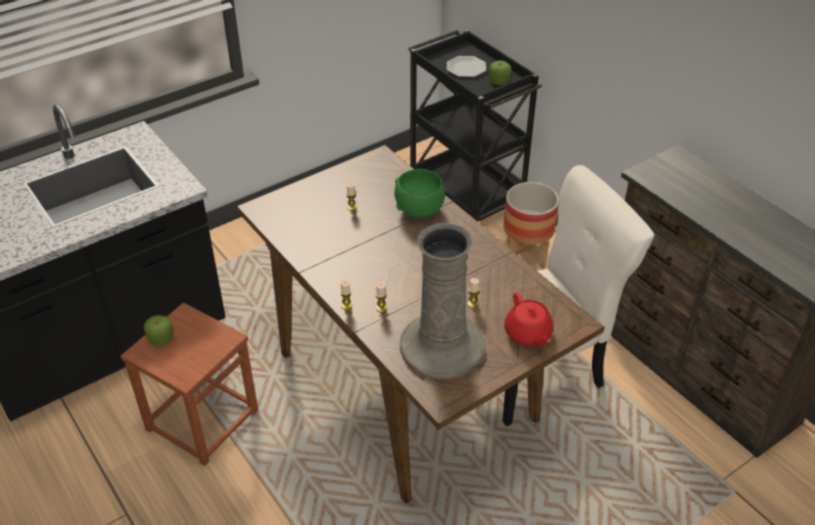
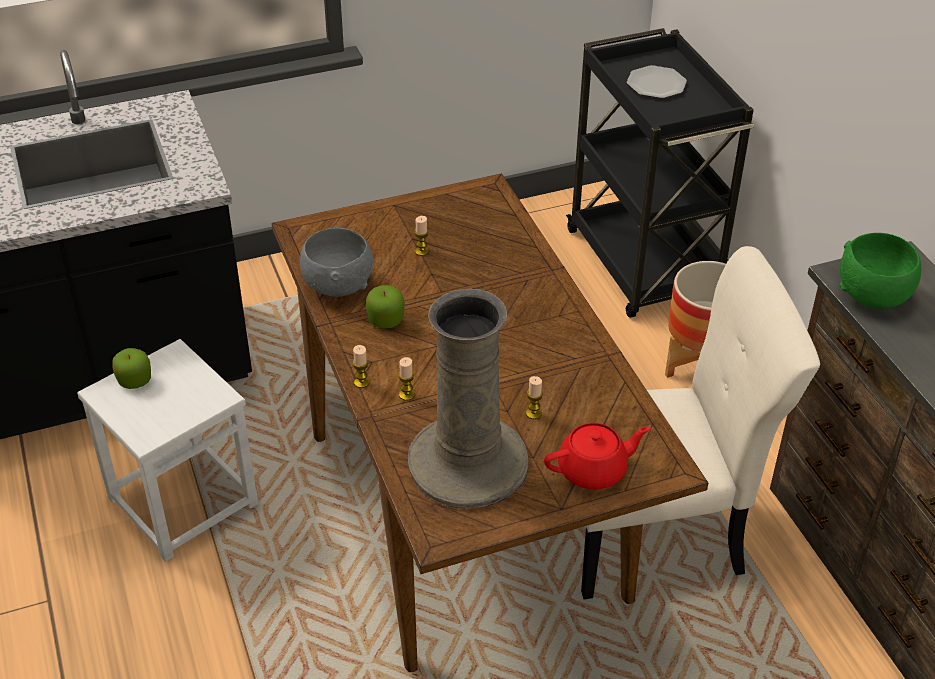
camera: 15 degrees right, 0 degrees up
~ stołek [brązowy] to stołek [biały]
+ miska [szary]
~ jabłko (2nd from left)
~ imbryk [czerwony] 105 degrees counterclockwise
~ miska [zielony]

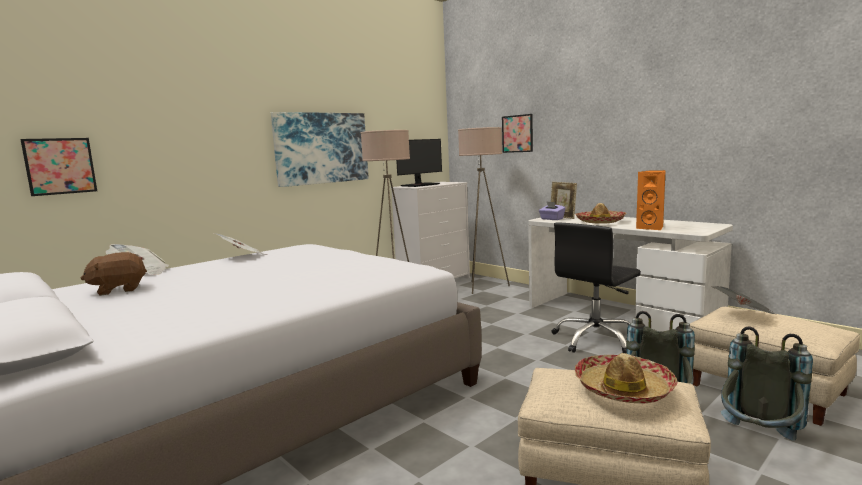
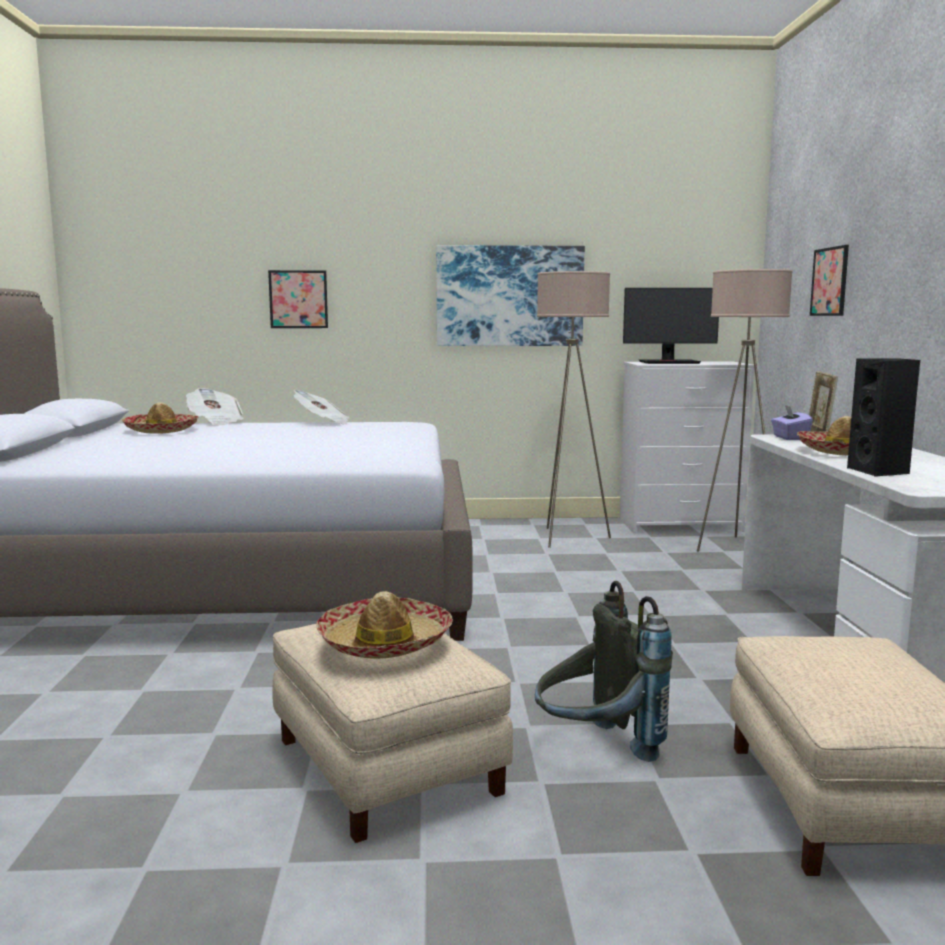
camera: 40 degrees right, 0 degrees up
~ pluszak [brązowy] to kapelusz (1st from left)
~ obraz (1st from left)
~ głośnik [pomarańczowy] to głośnik [czarny]
- krzesło biurowe [czarny]
- gazeta (3rd from left)
- plecak [szary] (2nd from left)

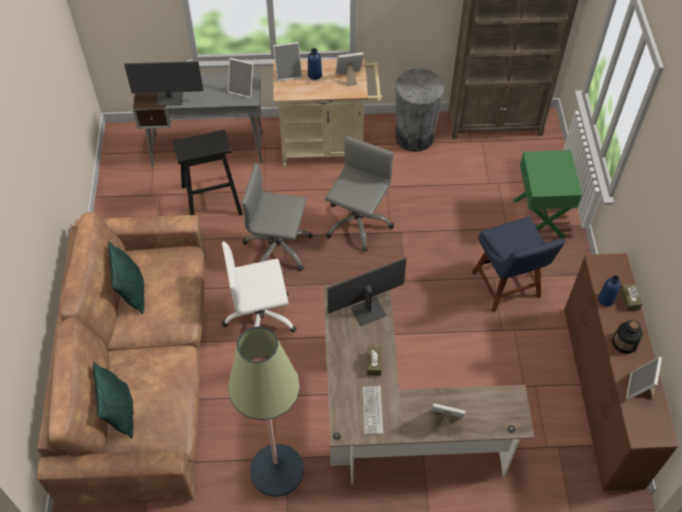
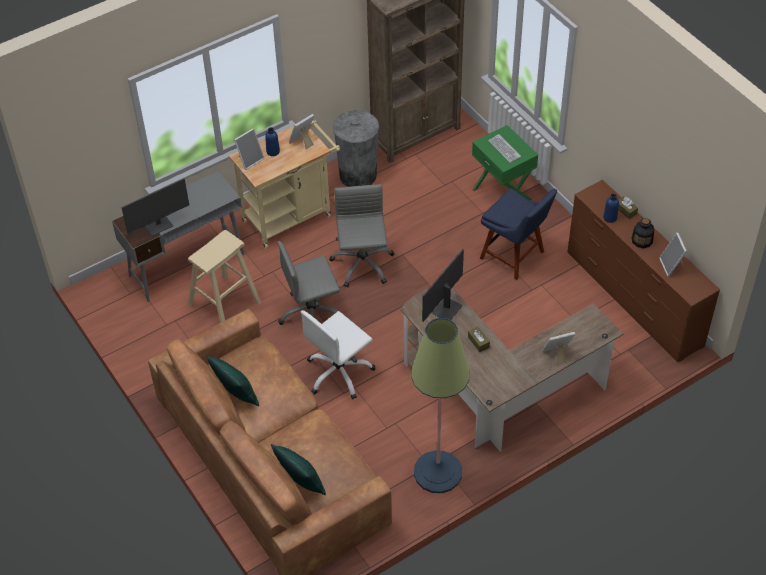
camera: 30 degrees left, 5 degrees down
~ stołek [czarny] to stołek [beżowy]
~ klawiatura
- ramka na zdjęcie (1st from left)

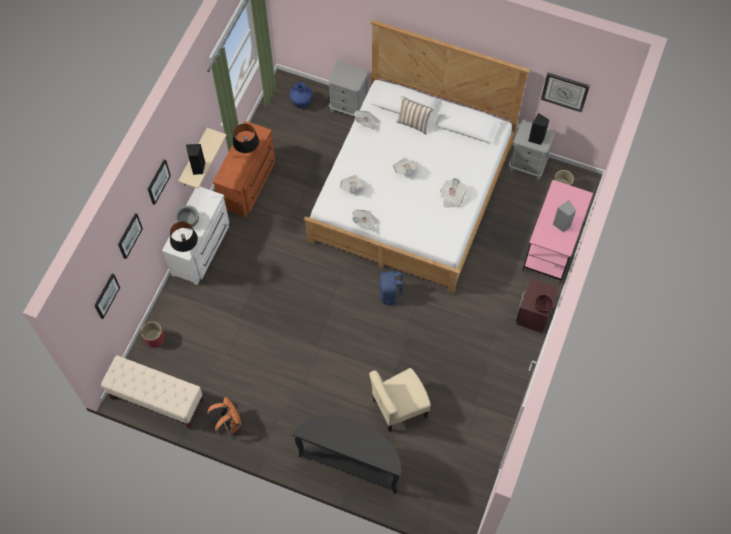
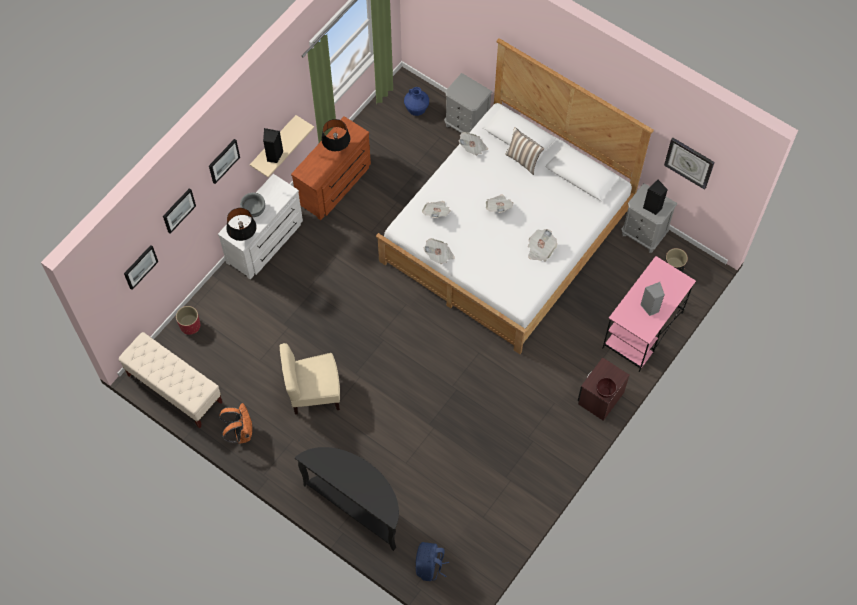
camera: 15 degrees right, 0 degrees up
~ krzesło [beżowy]
~ plecak [niebieski]

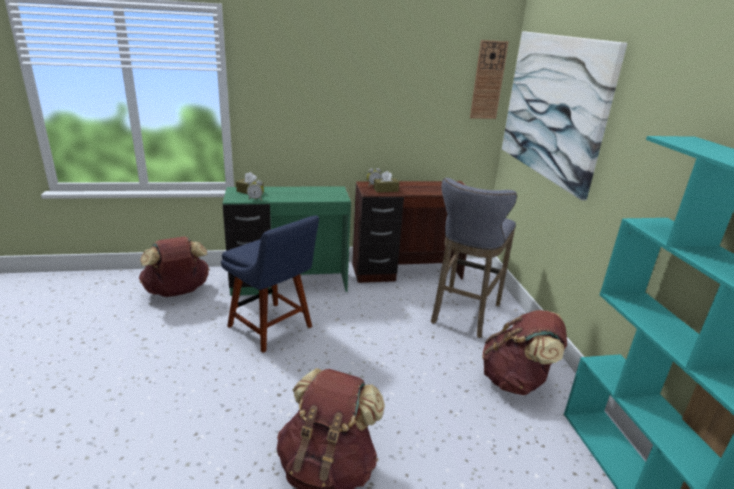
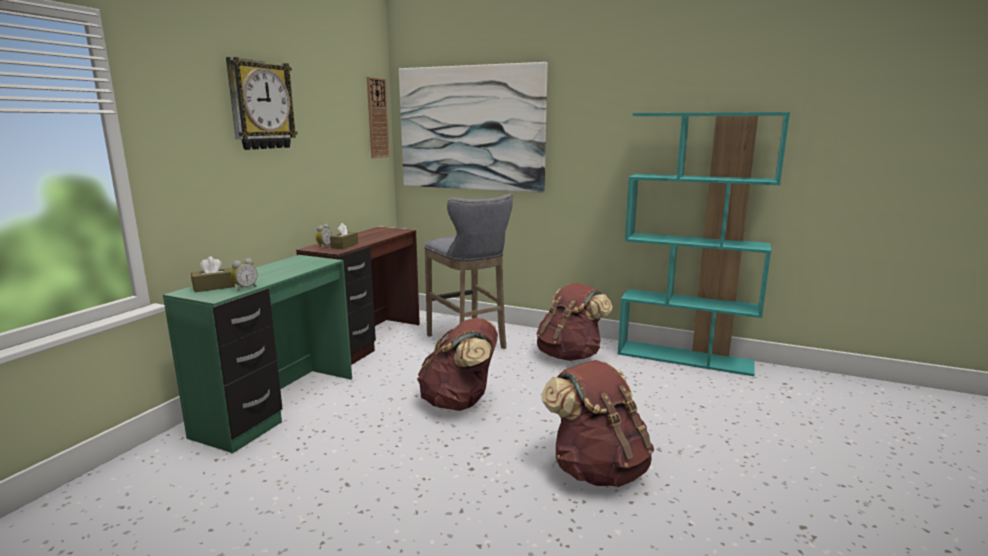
camera: 55 degrees left, 10 degrees down
+ zegar ścienny (1st from left)
~ plecak [brązowy] (1st from left)
- krzesło [niebieski]

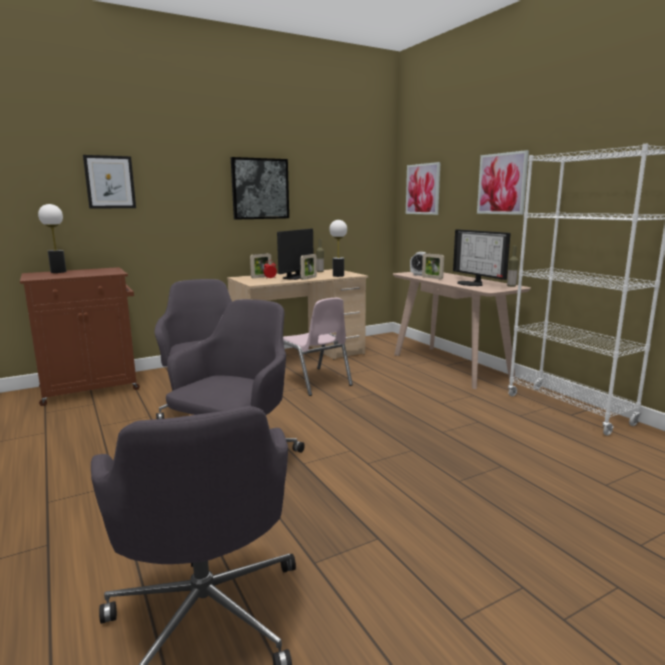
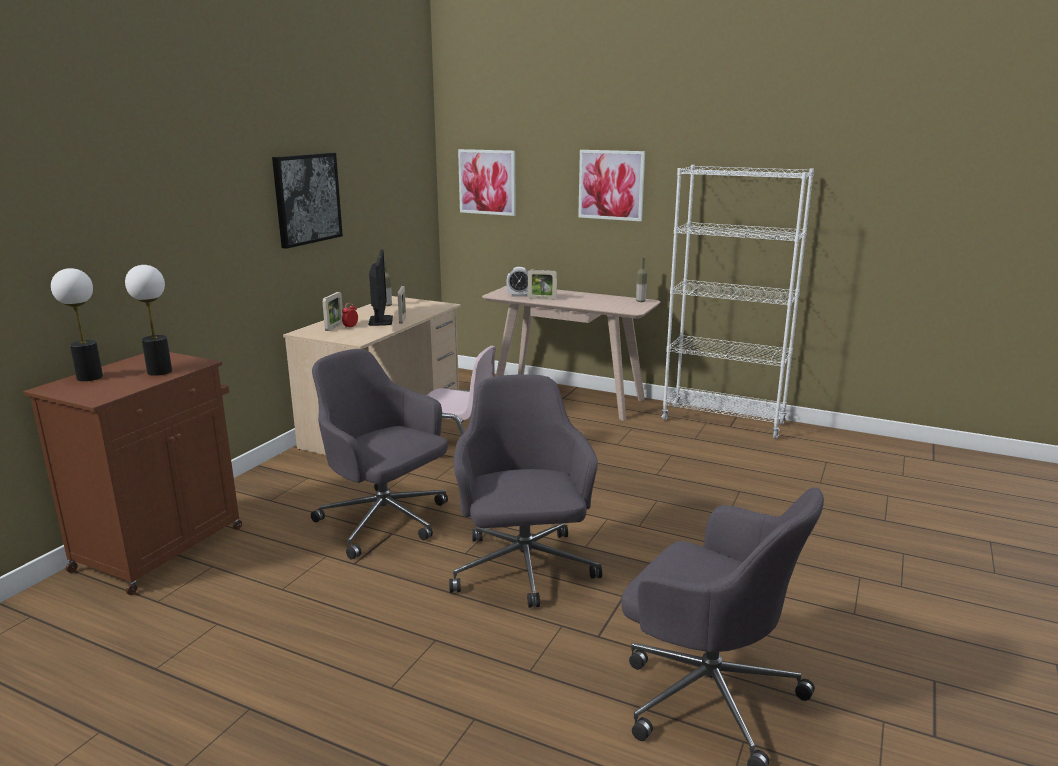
camera: 35 degrees left, 5 degrees up
~ lampa stołowa (2nd from left)
- obraz (1st from left)
- monitor (2nd from left)

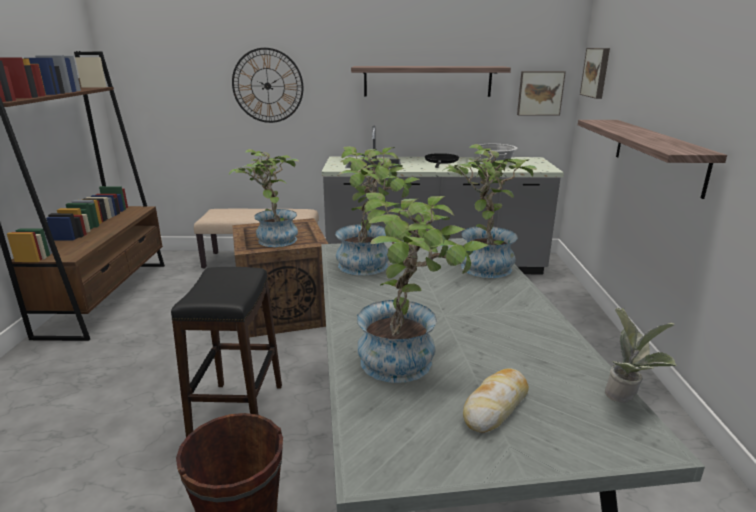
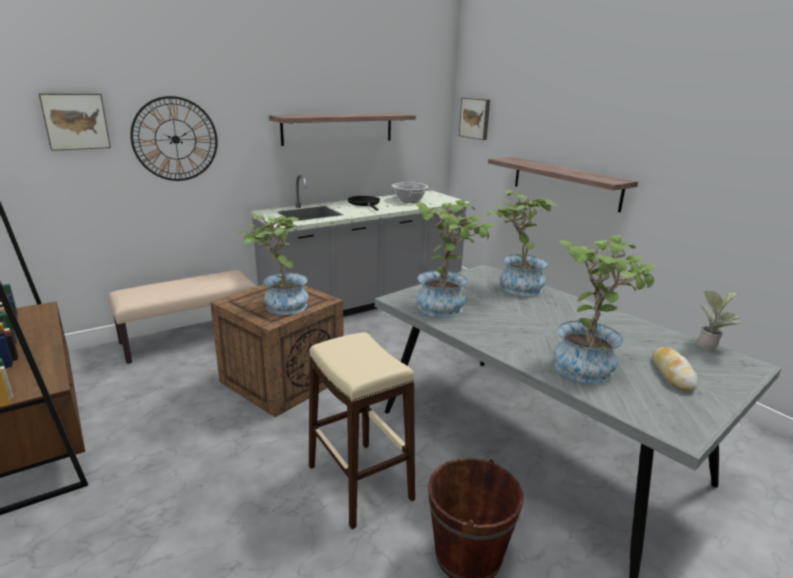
camera: 35 degrees left, 0 degrees up
~ obraz (1st from left)
~ stołek [czarny] to stołek [beżowy]

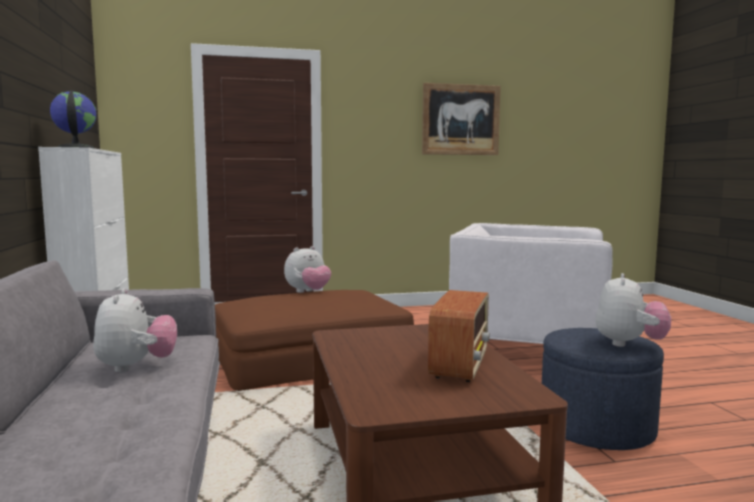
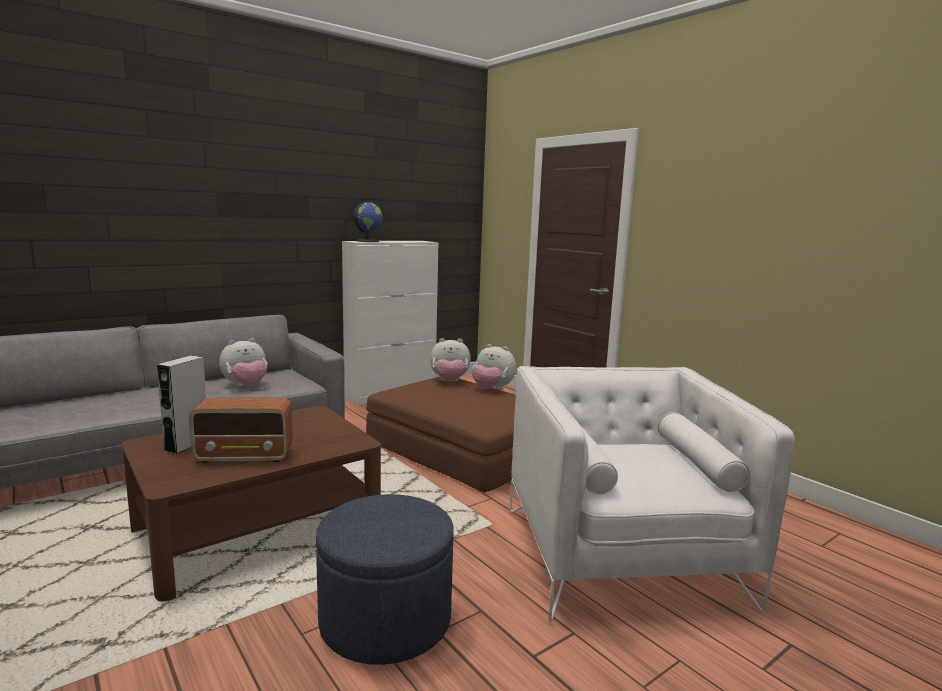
camera: 65 degrees right, 5 degrees up
+ głośnik [szary]
~ pluszak (3rd from left in the first image) to pluszak (2nd from left)
- obraz

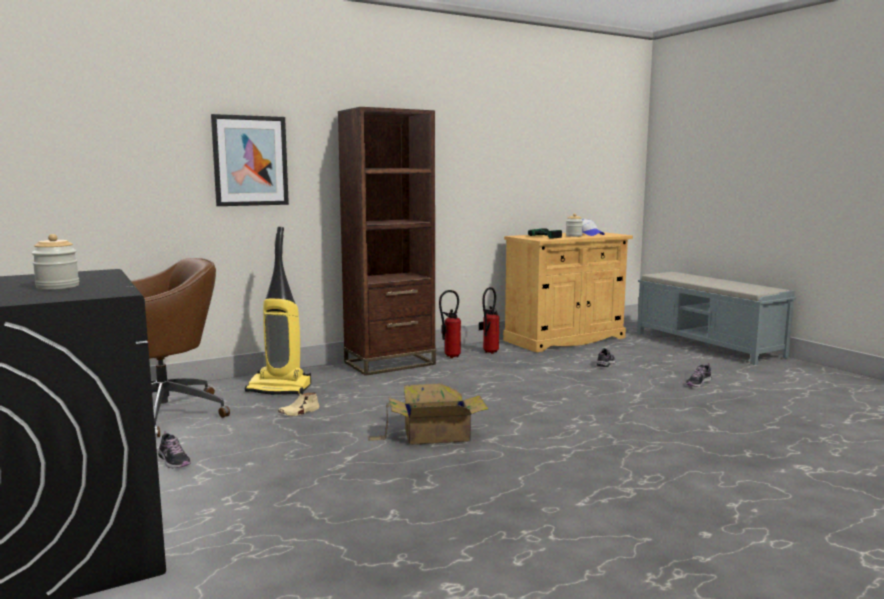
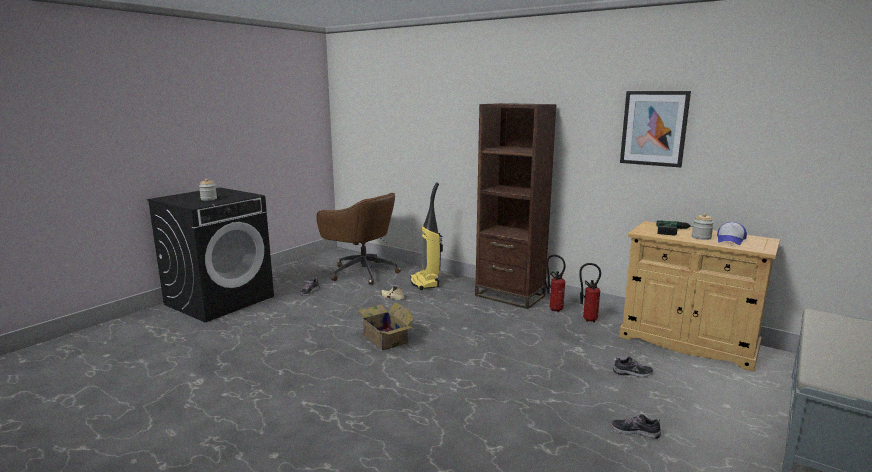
camera: 65 degrees right, 5 degrees up
~ obraz

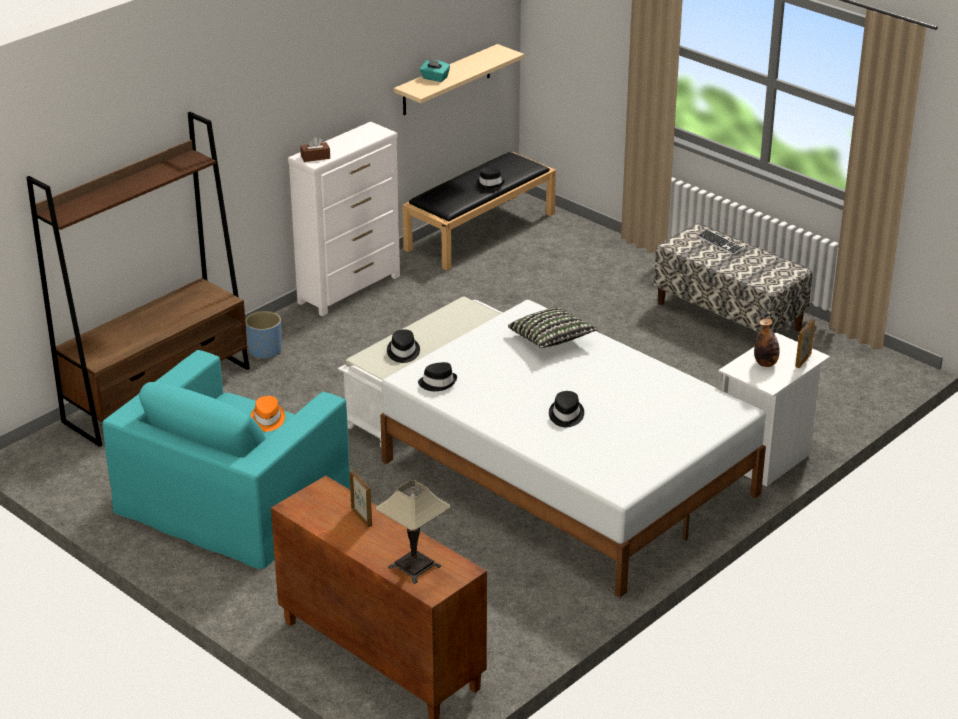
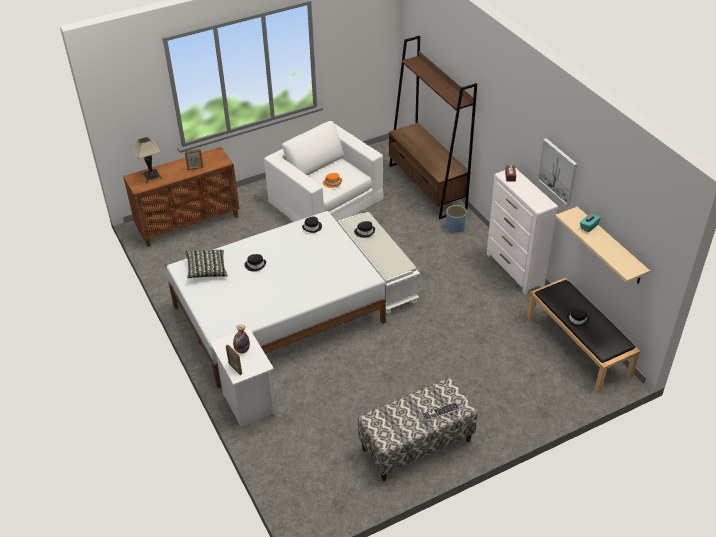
camera: 110 degrees right, 10 degrees up
~ poduszka
~ fotel [turkusowy] to fotel [biały]
+ obraz

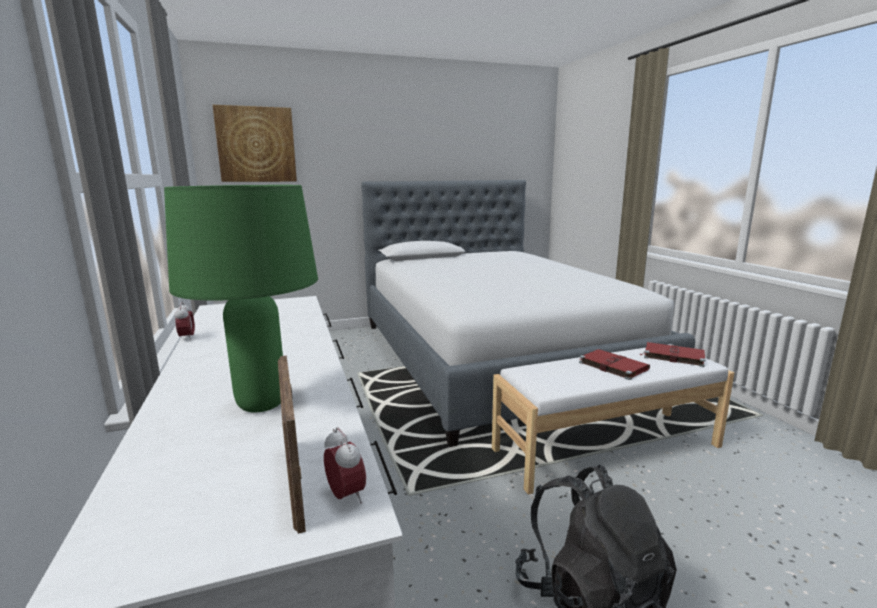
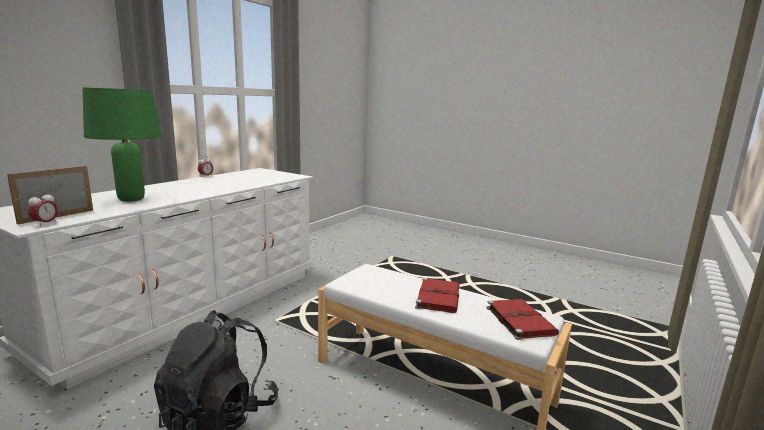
camera: 50 degrees right, 0 degrees up
- obraz
- łóżko

